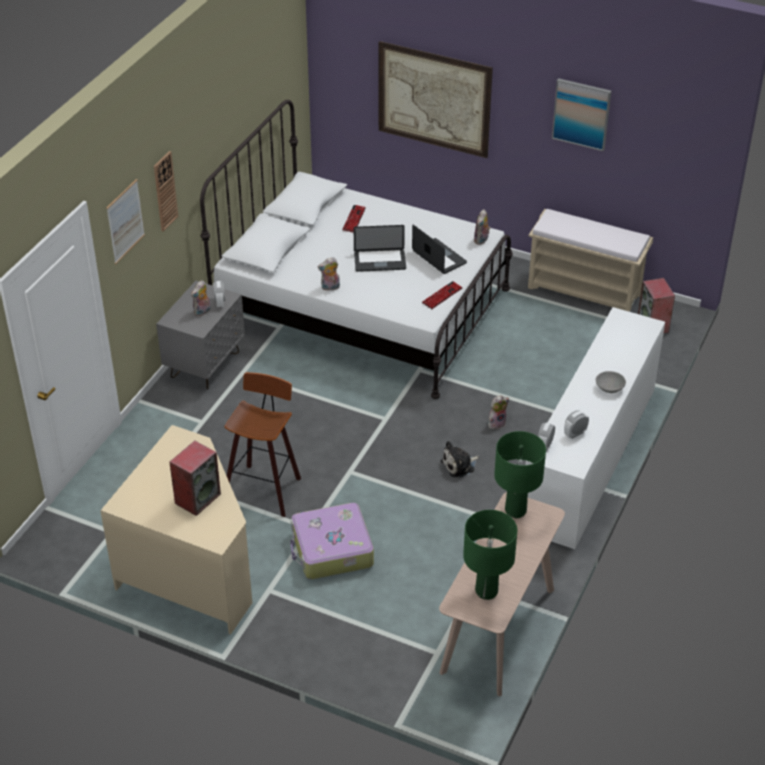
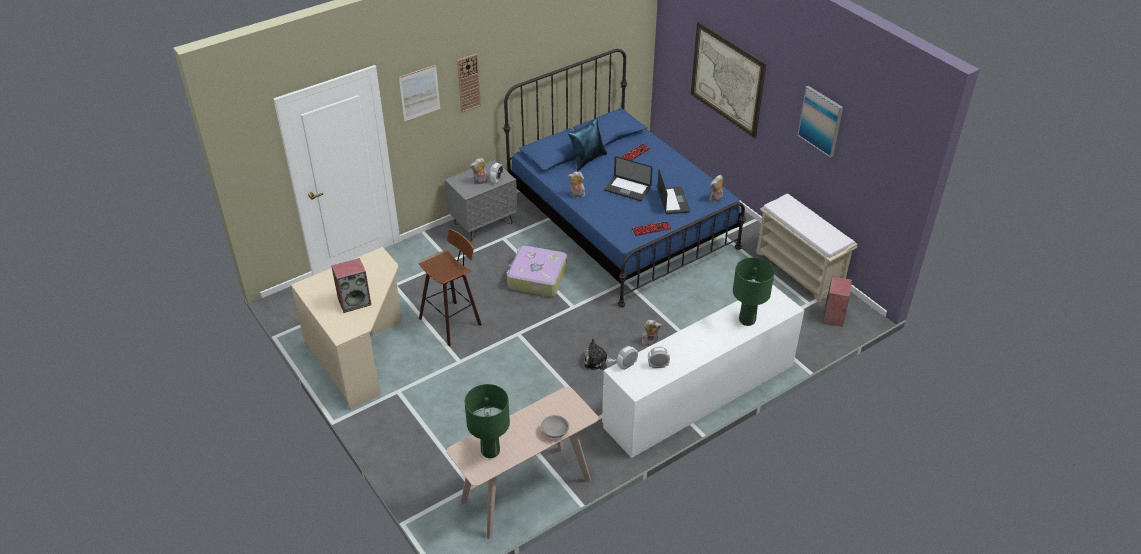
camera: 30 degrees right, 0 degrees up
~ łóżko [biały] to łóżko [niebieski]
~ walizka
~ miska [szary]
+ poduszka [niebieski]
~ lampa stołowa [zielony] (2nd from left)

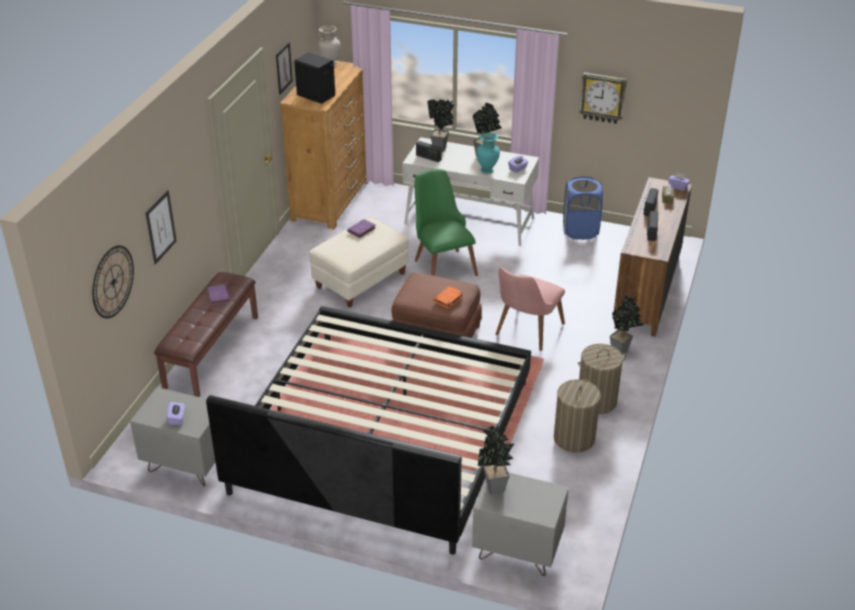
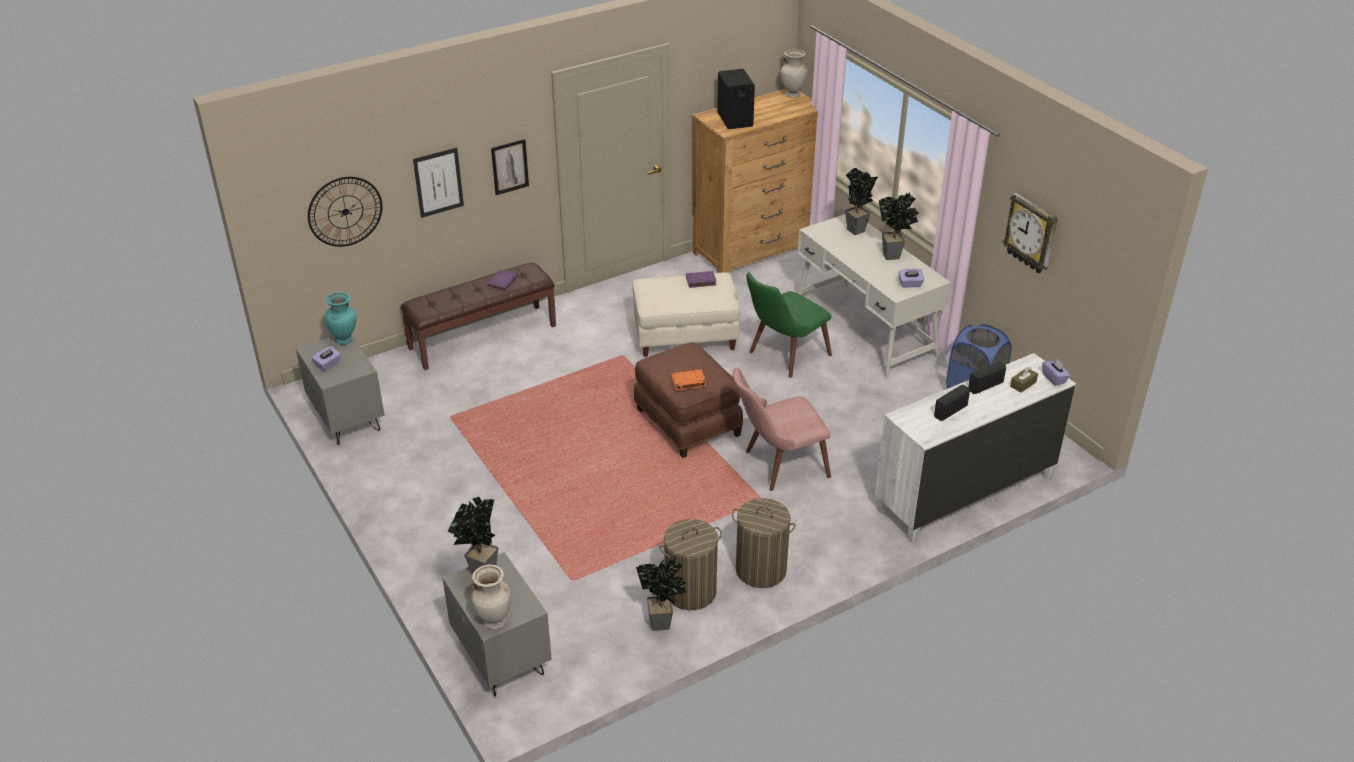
camera: 40 degrees right, 0 degrees up
~ wazon [turkusowy]
+ wazon [beżowy] (1st from left)
~ obraz (2nd from left)
~ roślina doniczkowa (4th from left in the first image) to roślina doniczkowa (2nd from left)
~ krzesło [zielony] 150 degrees counterclockwise
~ komoda [brązowy] (2nd from left) to komoda [biały]
- łóżko
- radio (1st from left)

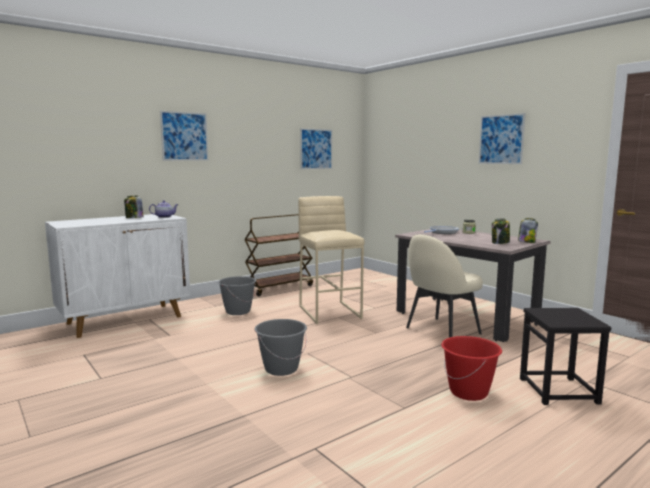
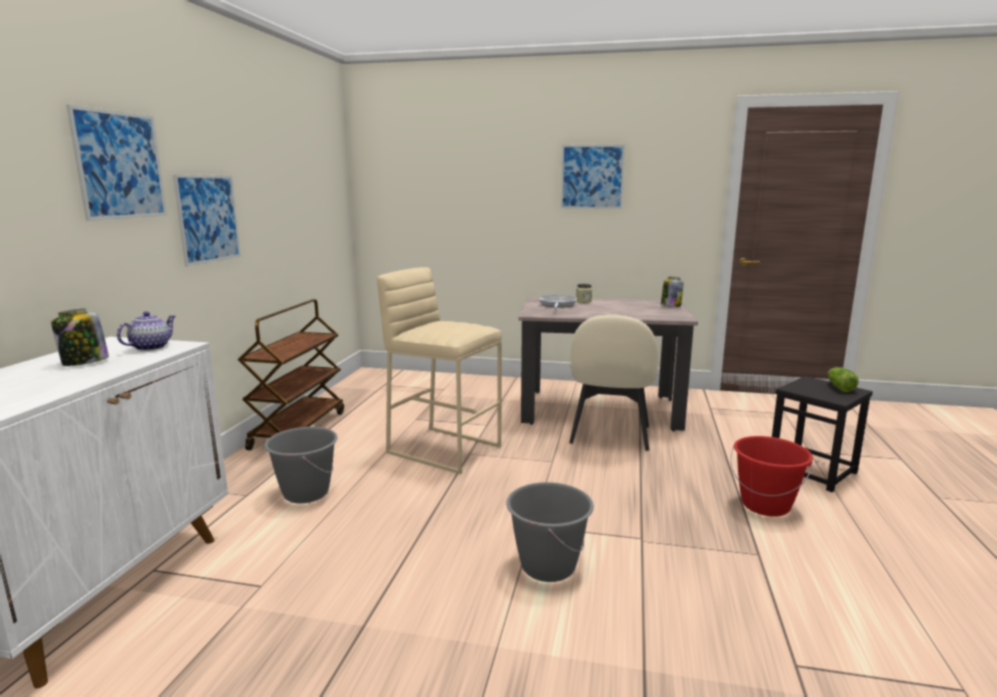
camera: 40 degrees left, 5 degrees up
~ obraz (2nd from left)
+ sałata
- słoik (3rd from left)

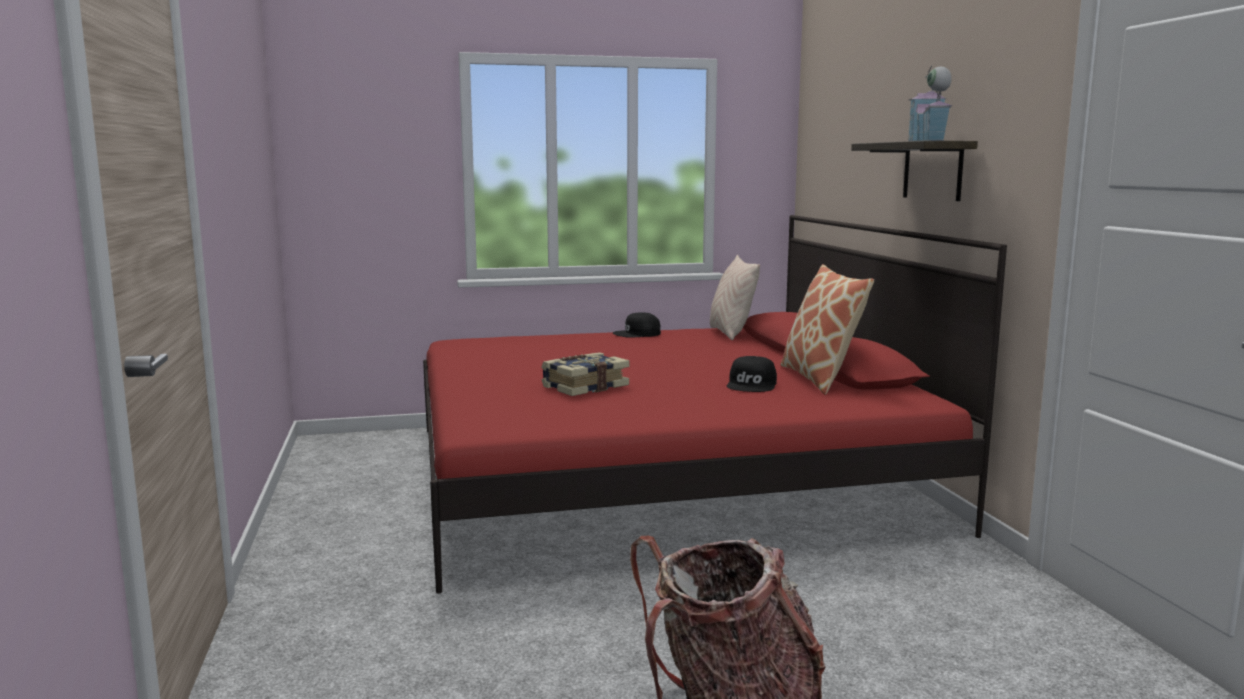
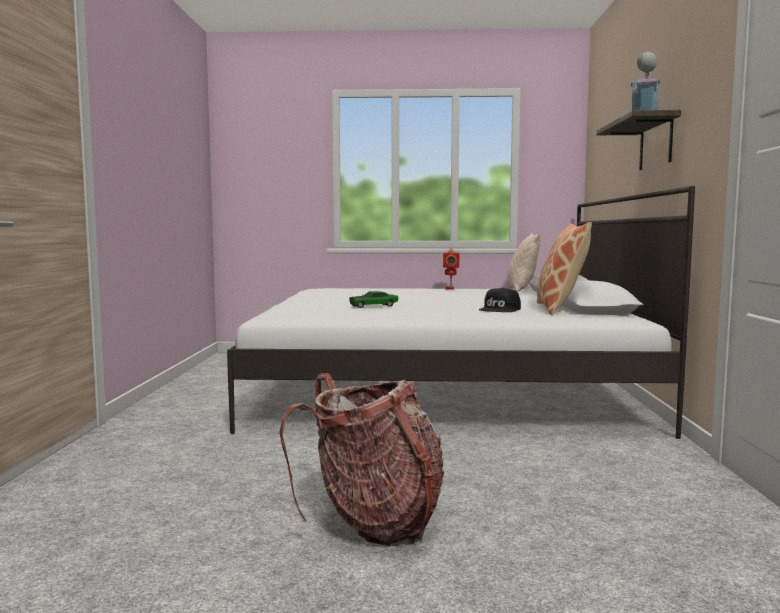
camera: 15 degrees right, 5 degrees down
~ łóżko [czerwony] to łóżko [biały]
~ książka to samochodzik
~ czapka z daszkiem [czarny] (1st from left) to robot zabawkowy

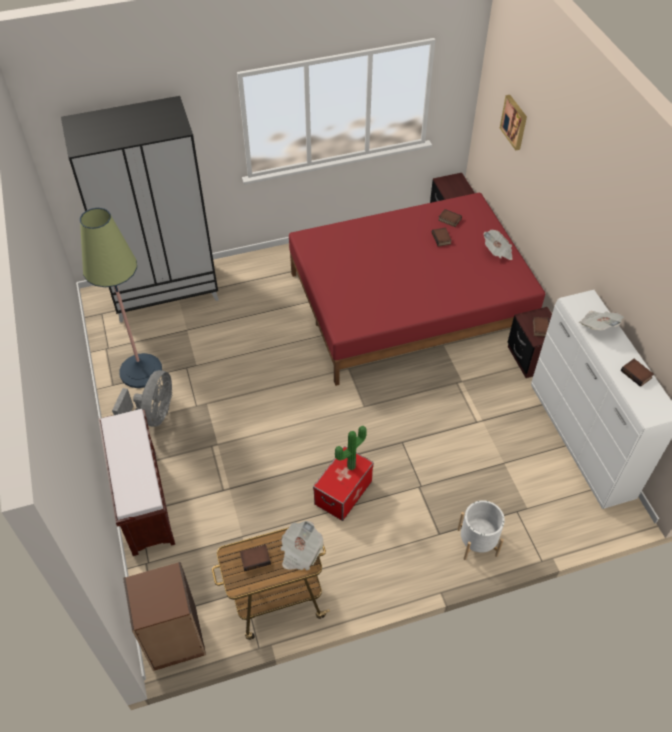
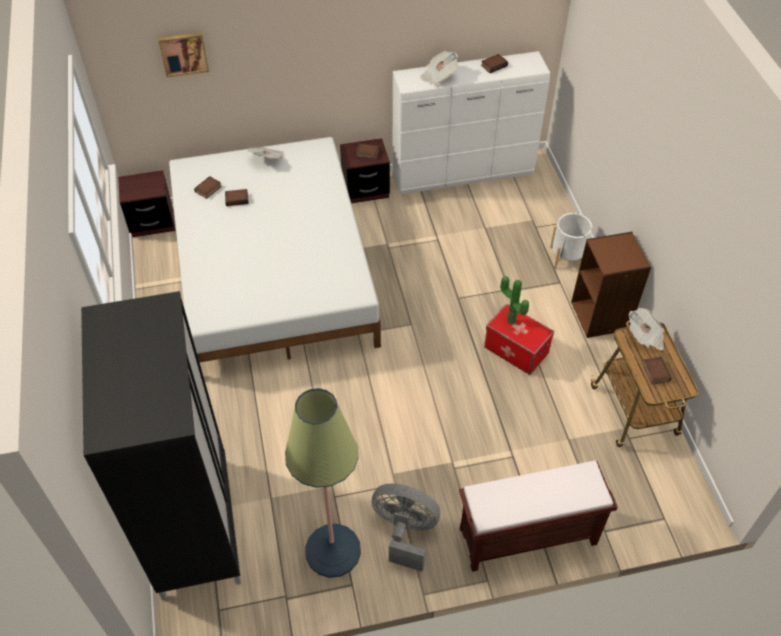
camera: 85 degrees left, 0 degrees up
~ łóżko [czerwony] to łóżko [biały]
~ regał [brązowy]

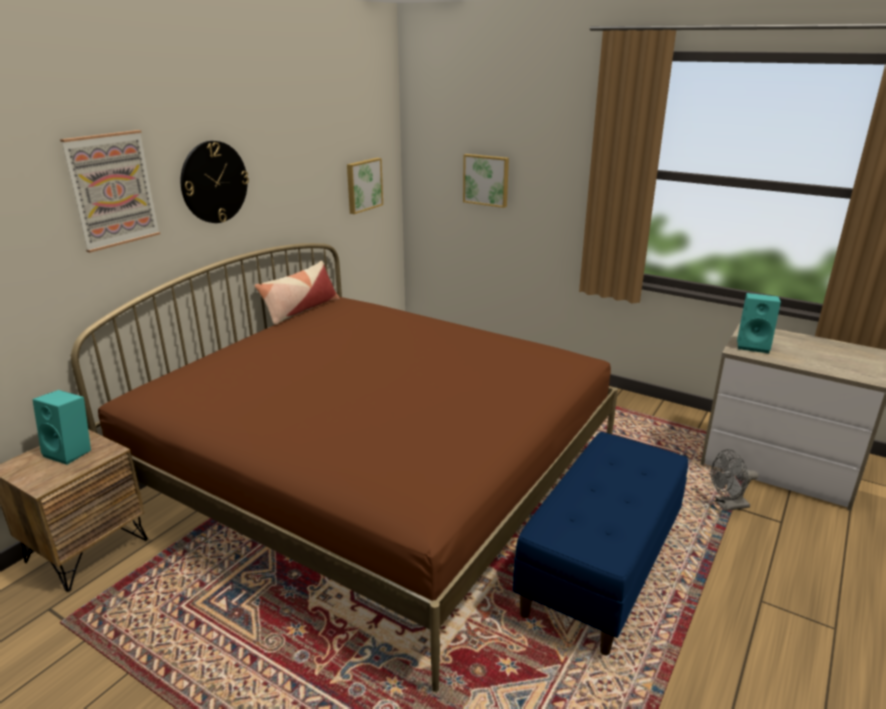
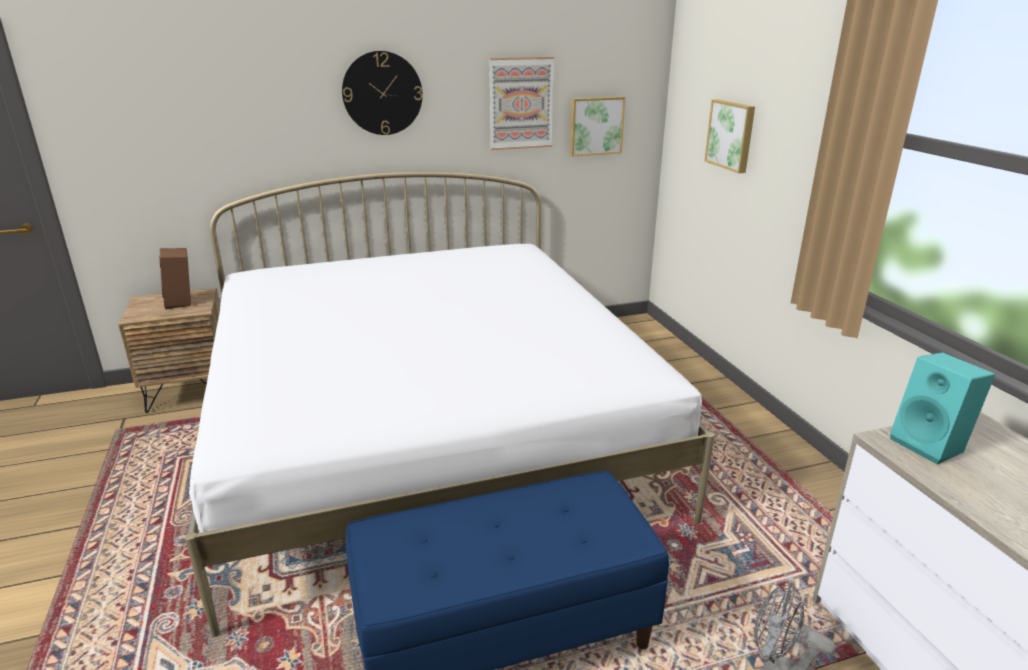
camera: 40 degrees right, 0 degrees up
~ głośnik [turkusowy] (1st from left) to głośnik [brązowy]
~ łóżko [brązowy] to łóżko [biały]
~ obraz (1st from left)
- poduszka

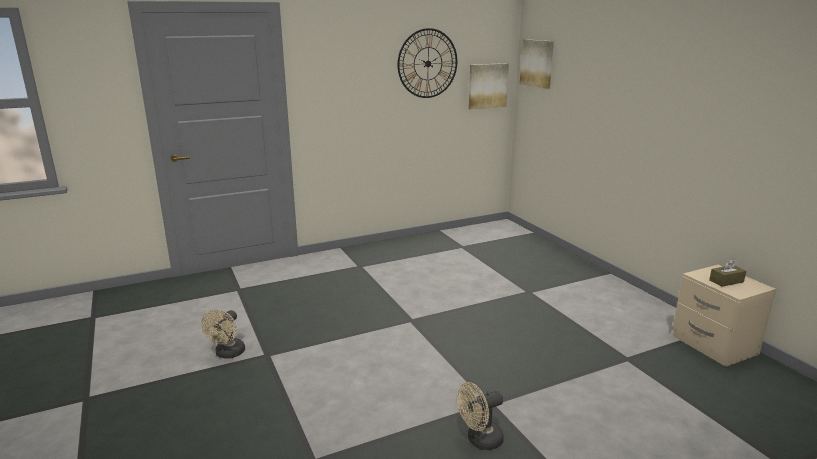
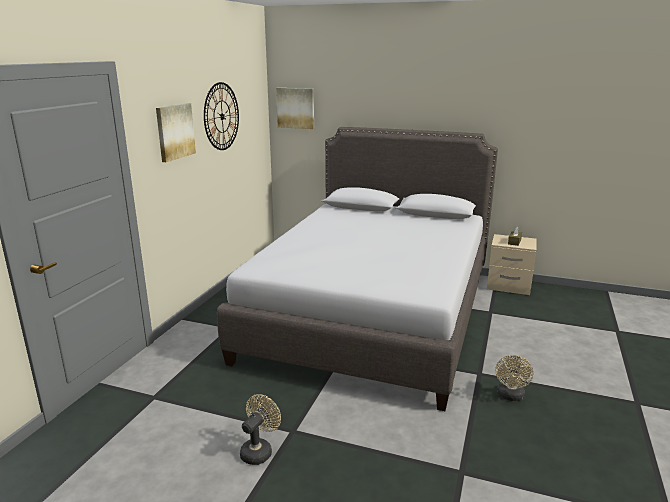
camera: 45 degrees left, 0 degrees up
~ obraz (1st from left)
+ łóżko [szary]
~ wentylator [beżowy] (1st from left) 120 degrees counterclockwise

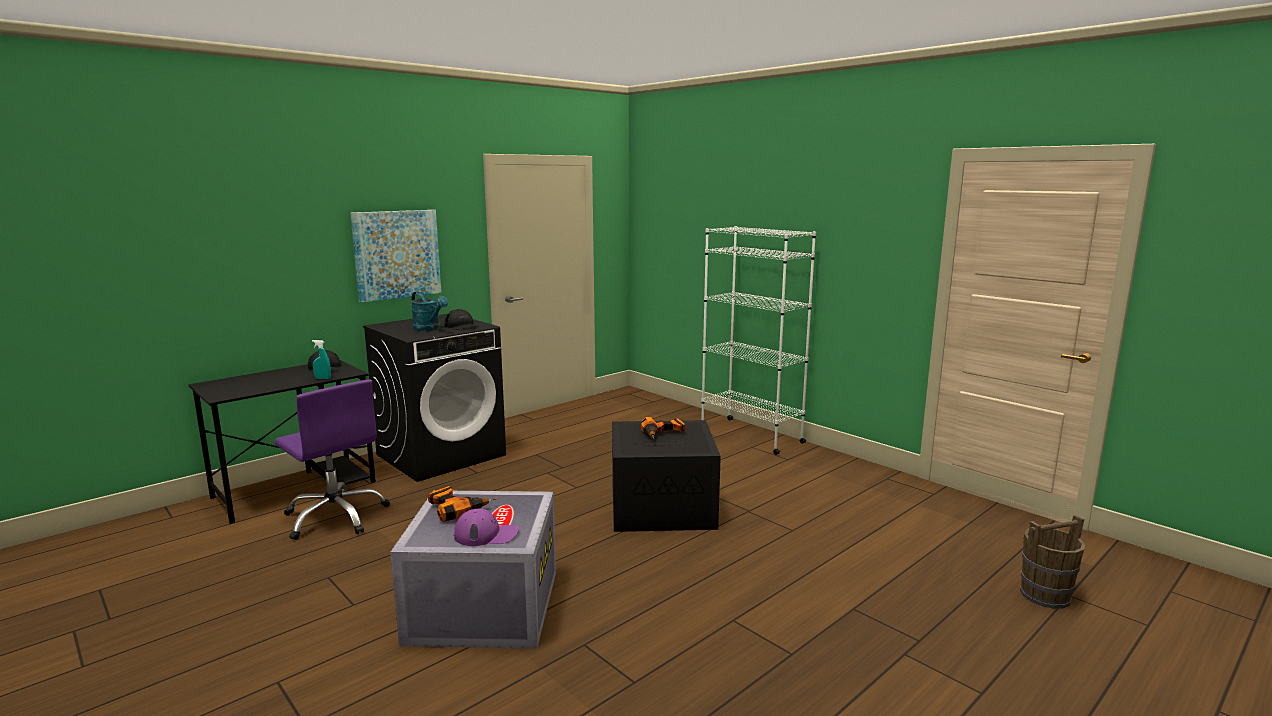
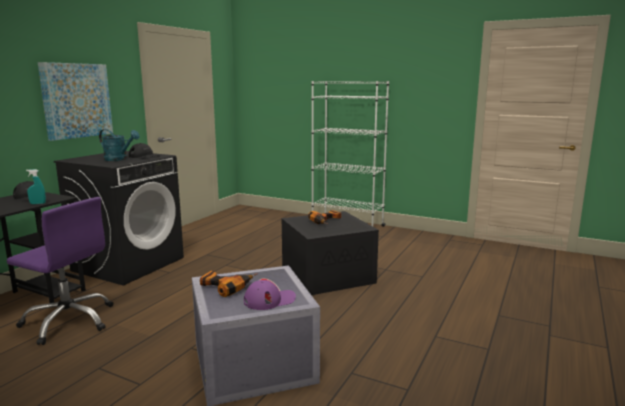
camera: 20 degrees left, 0 degrees up
- wiadro [brązowy]

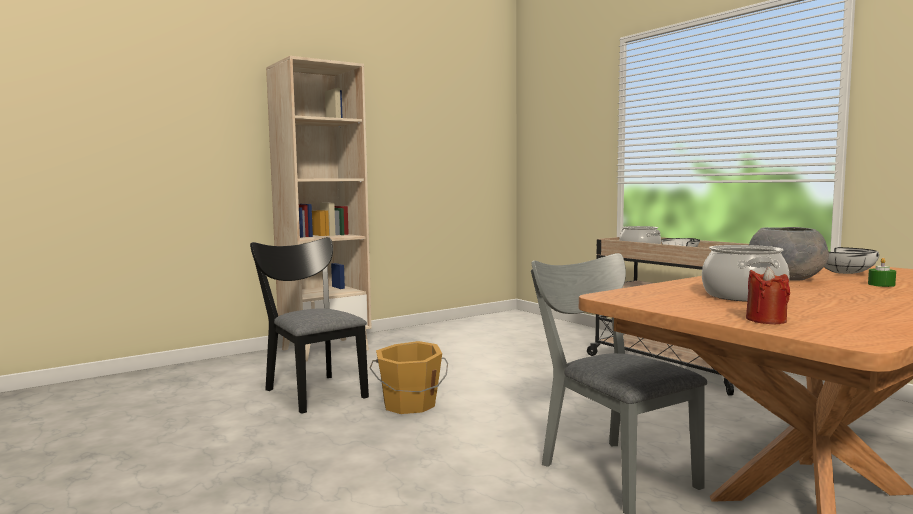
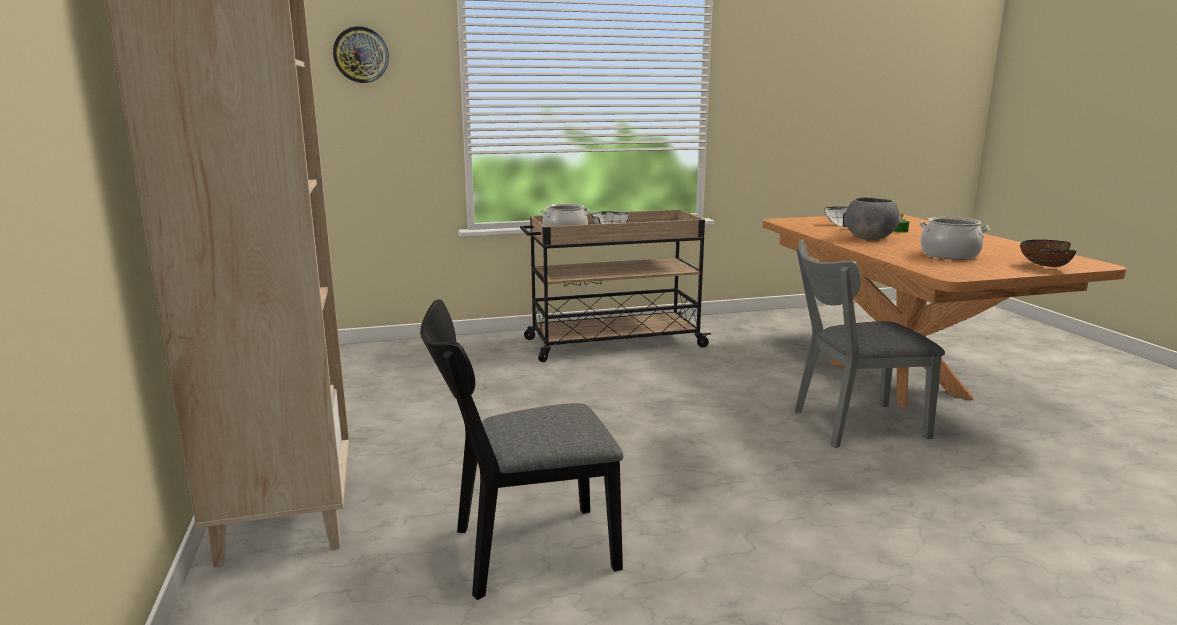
camera: 70 degrees left, 10 degrees up
+ zegar ścienny
~ świeca [czerwony] to miska [brązowy]
- wiadro [pomarańczowy]

